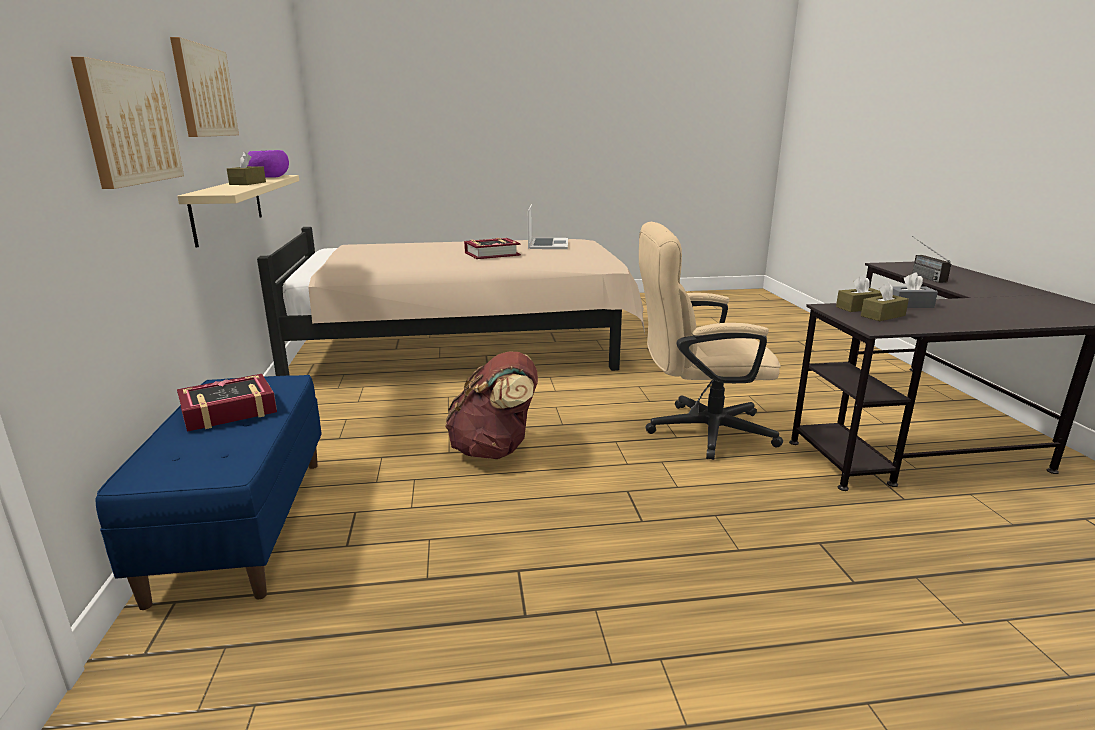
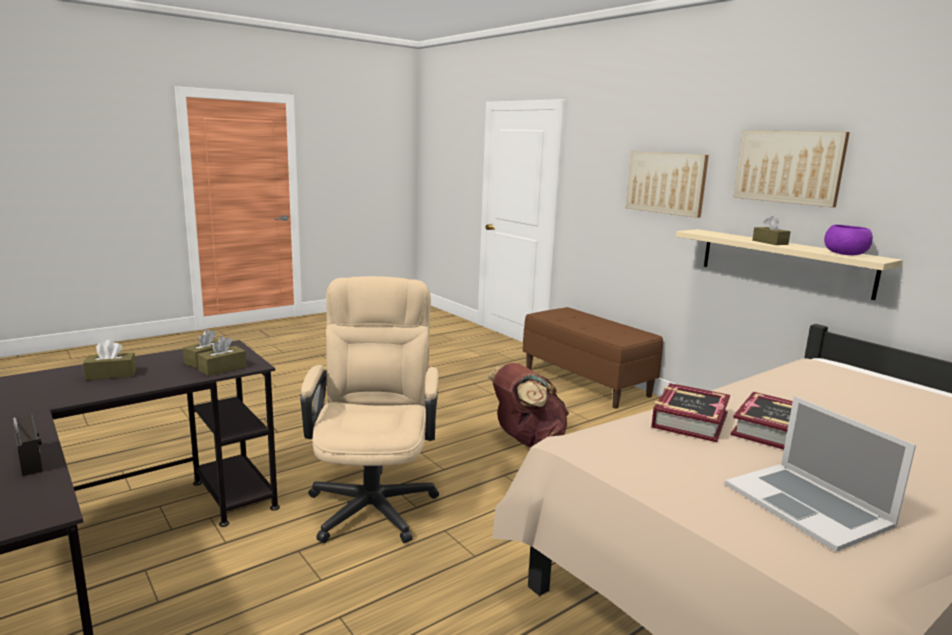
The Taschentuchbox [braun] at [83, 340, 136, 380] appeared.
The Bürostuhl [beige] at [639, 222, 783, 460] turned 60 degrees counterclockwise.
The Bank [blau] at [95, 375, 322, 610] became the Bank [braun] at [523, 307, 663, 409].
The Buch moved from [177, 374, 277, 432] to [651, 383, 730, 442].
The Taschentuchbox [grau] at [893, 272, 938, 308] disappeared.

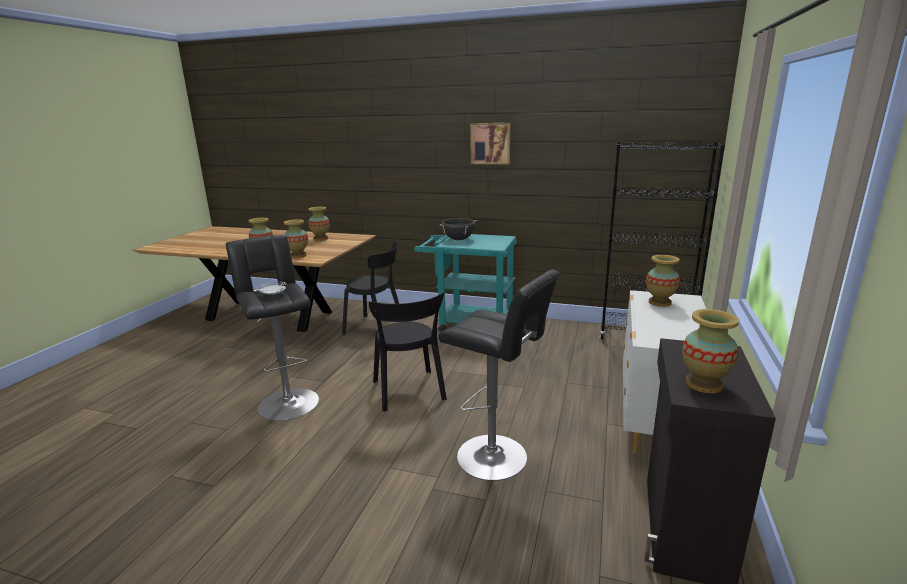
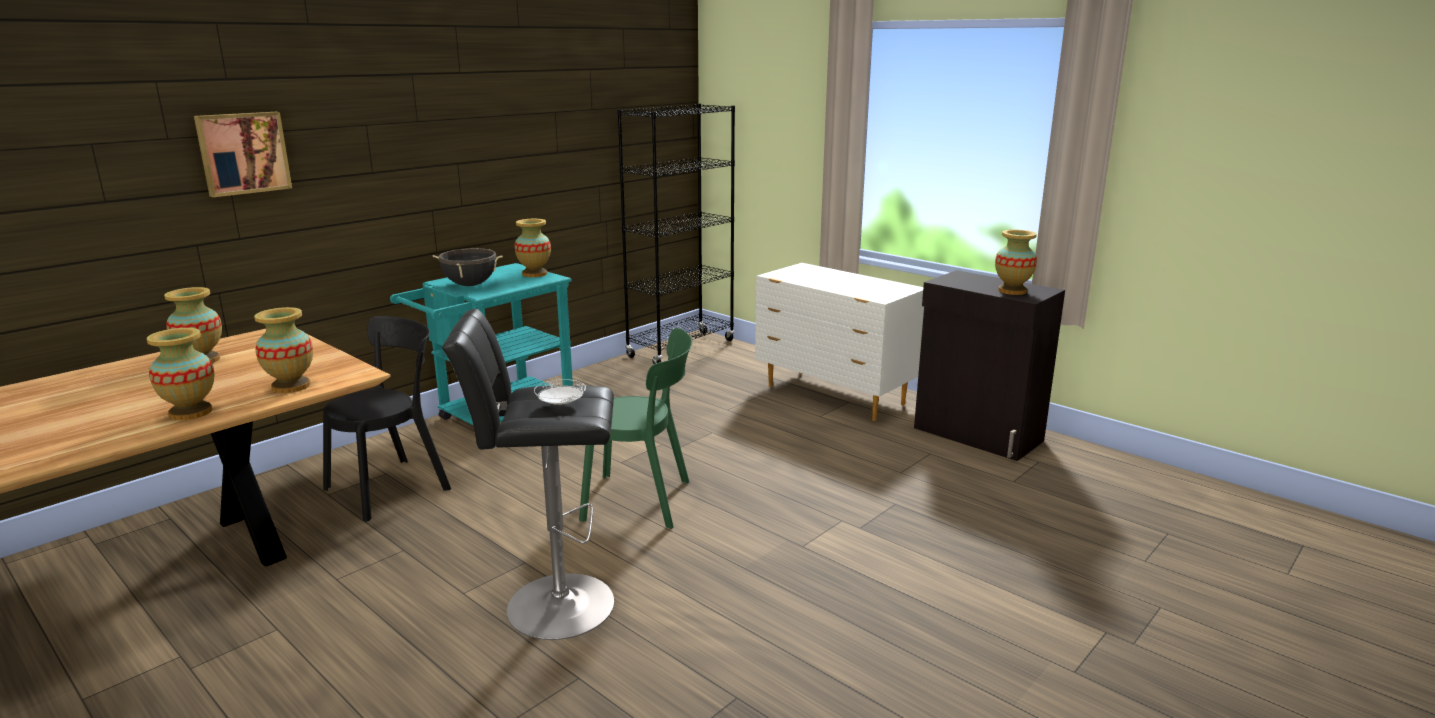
The Bild moved from [470, 123, 510, 164] to [194, 112, 292, 197].
The Vase moved from [646, 255, 680, 307] to [514, 219, 551, 277].
The Stuhl [schwarz] at [369, 292, 447, 412] became the Stuhl [grün] at [579, 328, 692, 529].
The Hocker [schwarz] at [438, 269, 561, 481] disappeared.

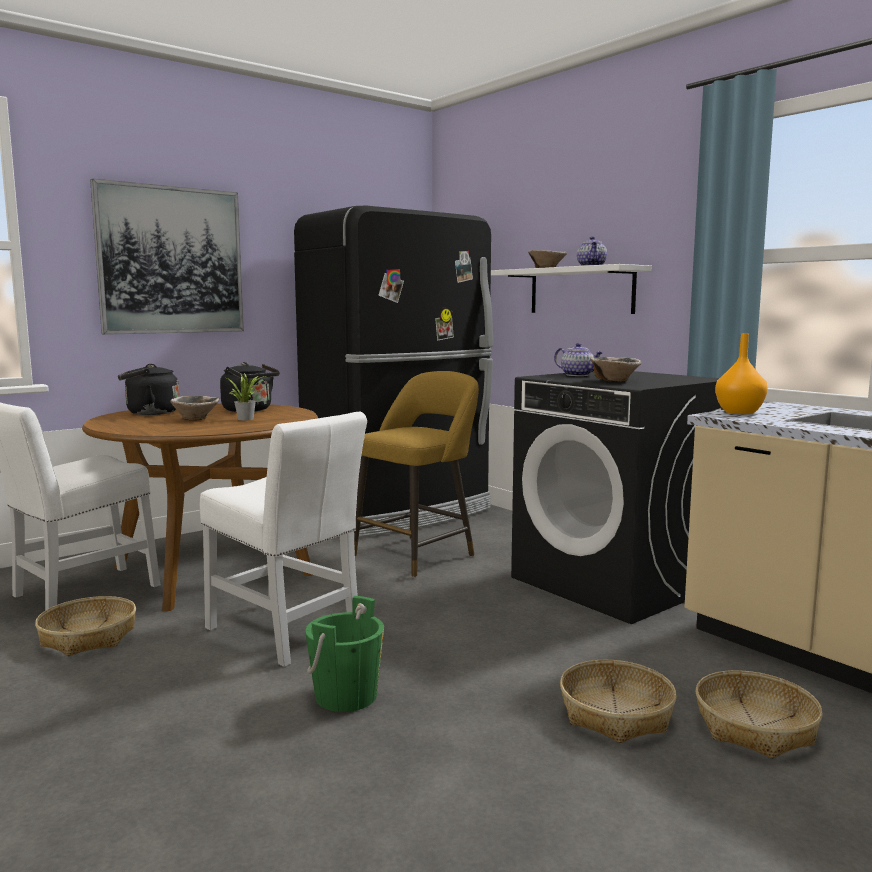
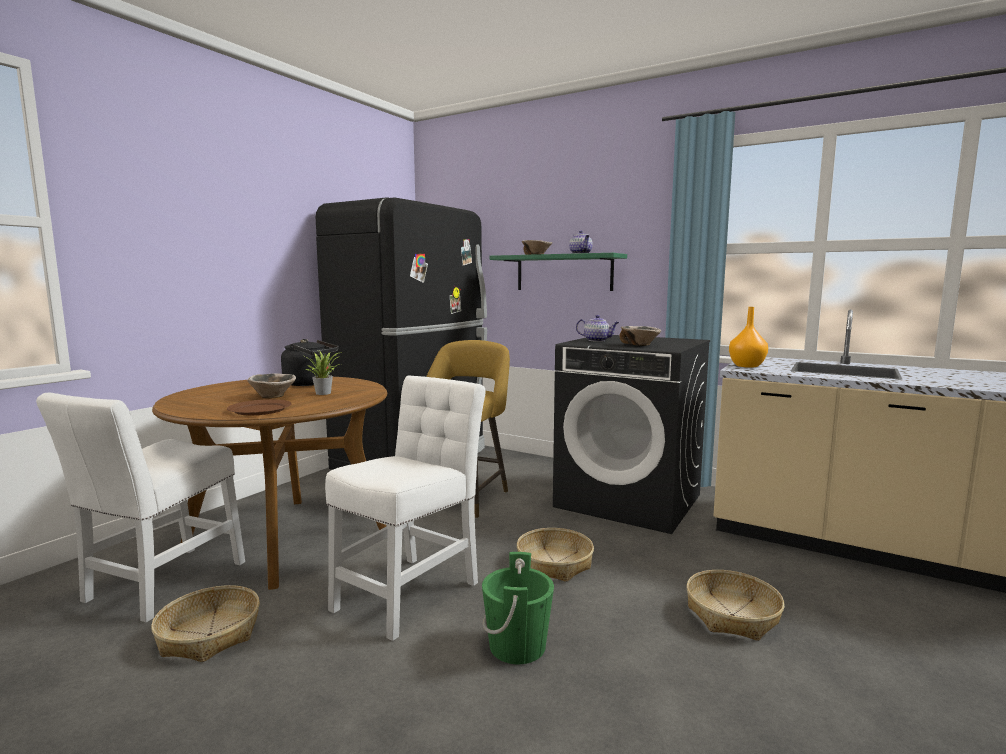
The Teller [braun] at [227, 399, 292, 415] appeared.
The Stuhl [weiß] at [199, 412, 367, 667] turned 75 degrees counterclockwise.
The Wandregal [weiß] at [491, 264, 652, 314] became the Wandregal [grün] at [490, 253, 627, 291].
The Korb moved from [696, 670, 823, 759] to [517, 528, 594, 582].
The Bild at [90, 179, 244, 335] disappeared.
The Wasserkessel [schwarz] at [118, 364, 179, 415] disappeared.

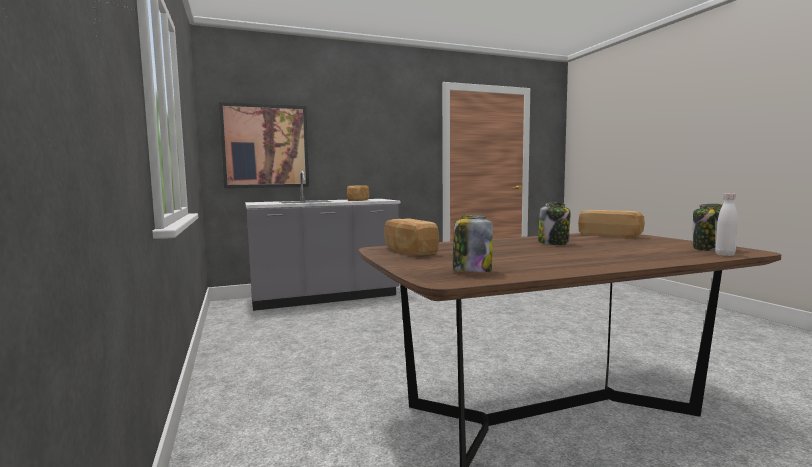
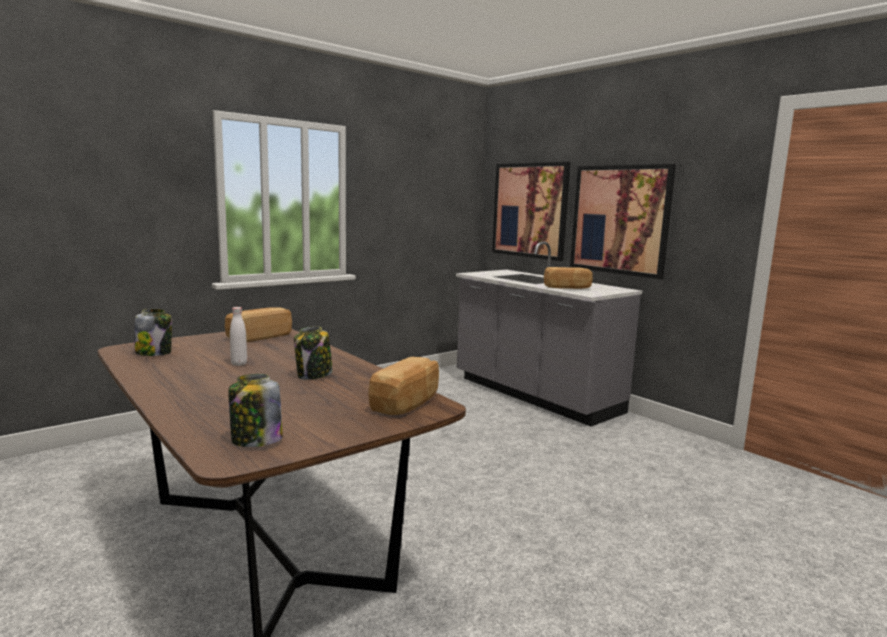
The Flasche [weiß] moved from [715, 193, 738, 256] to [230, 307, 247, 366].
The Bild at [570, 164, 676, 279] appeared.

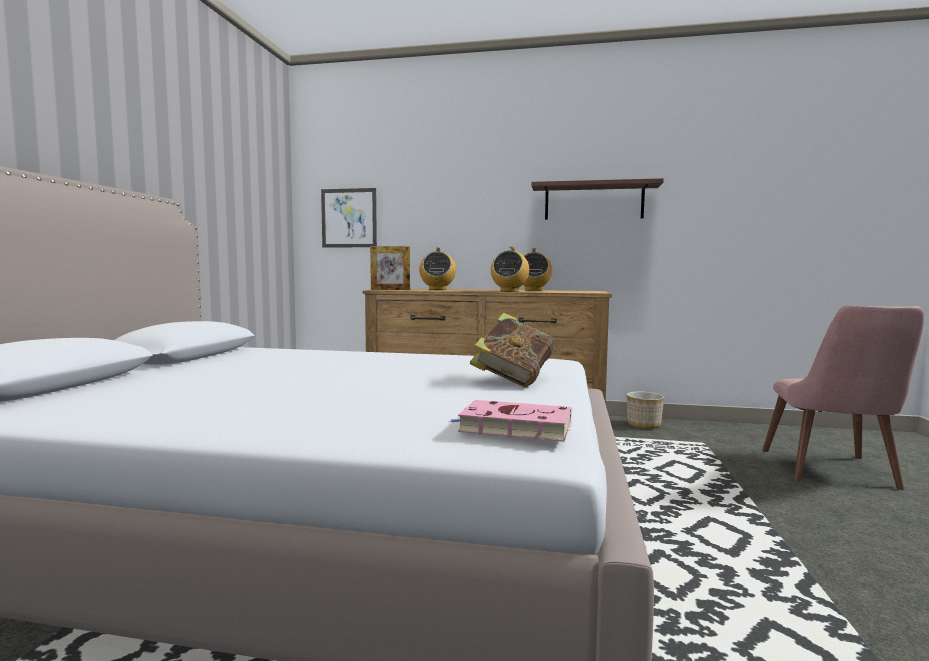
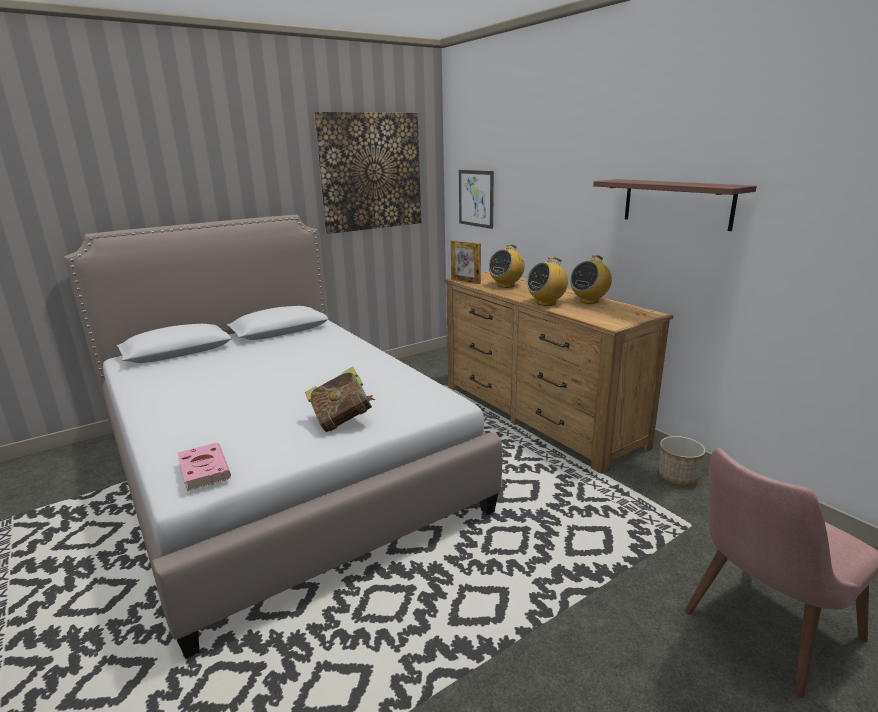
The Bild at [314, 112, 421, 234] appeared.

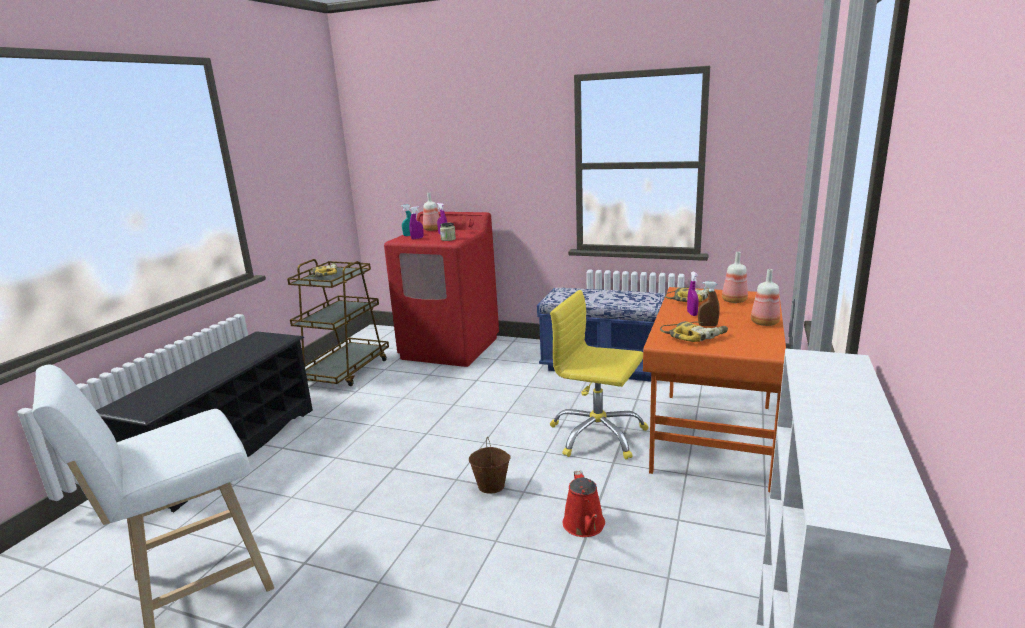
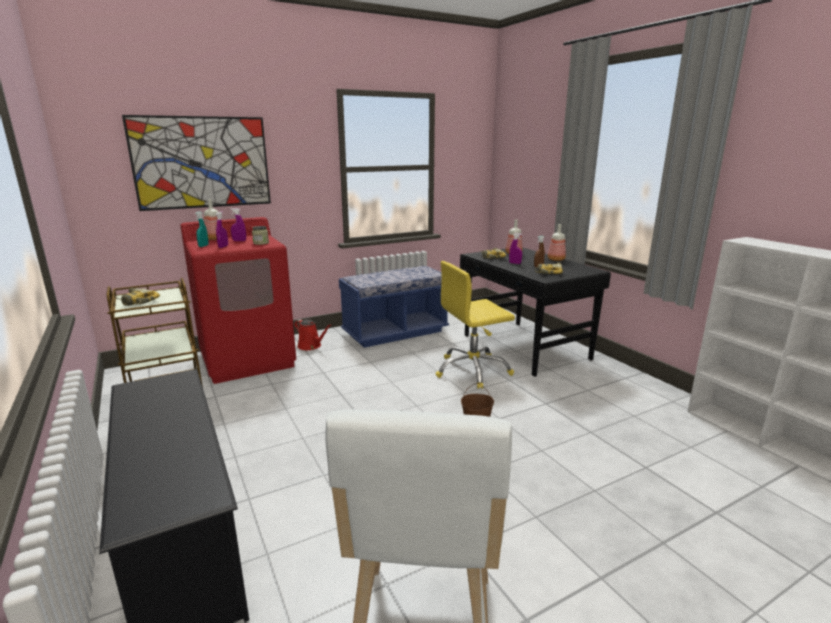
The Bild at [122, 115, 271, 211] appeared.
The Gießkanne [rot] moved from [563, 470, 605, 537] to [294, 319, 331, 350].
The Schreibtisch [orange] at [643, 287, 786, 492] became the Schreibtisch [schwarz] at [460, 247, 611, 377].

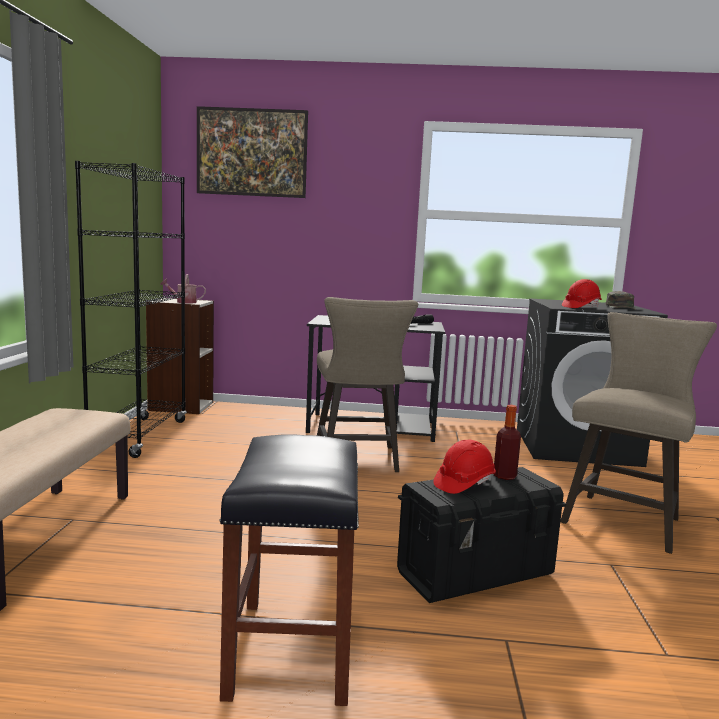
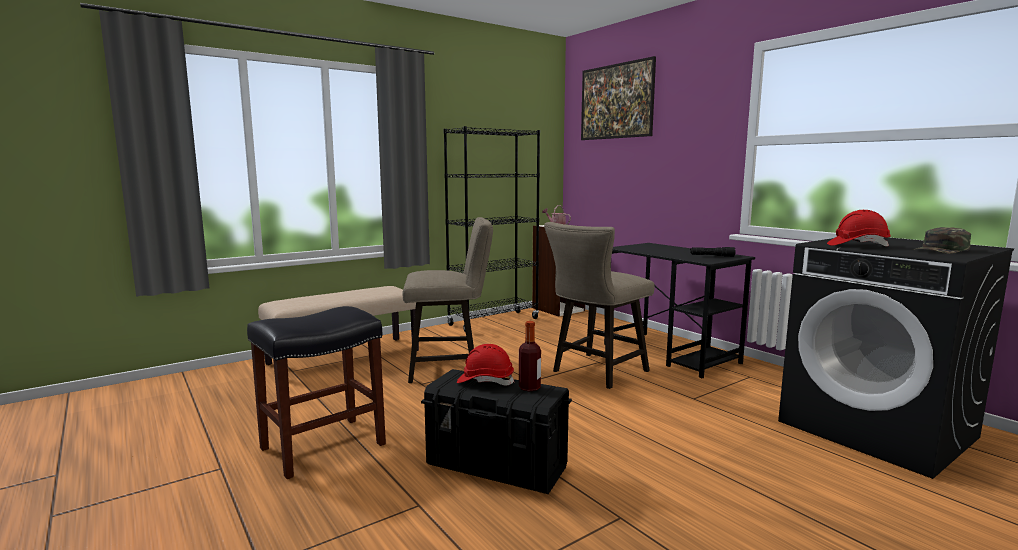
The Hocker [beige] moved from [560, 312, 717, 554] to [403, 217, 493, 383].

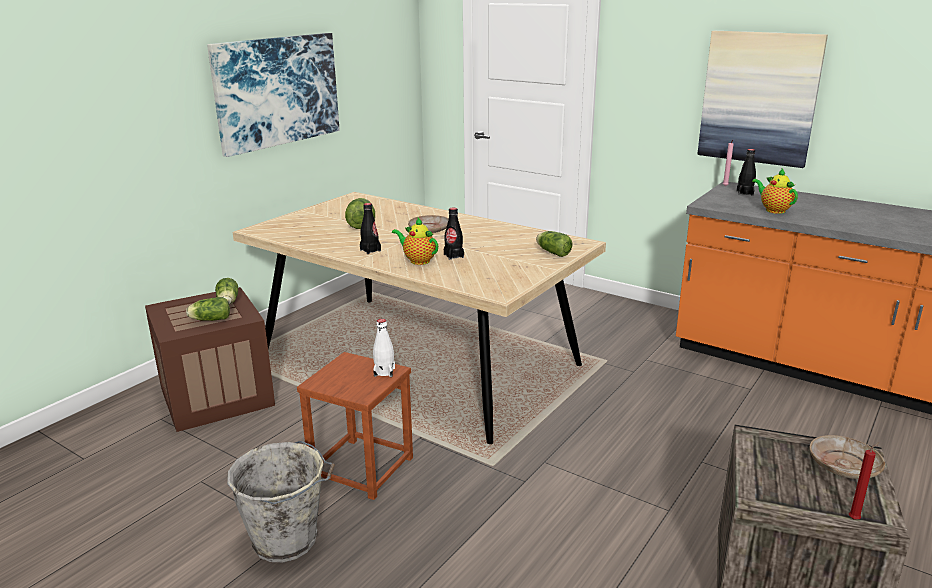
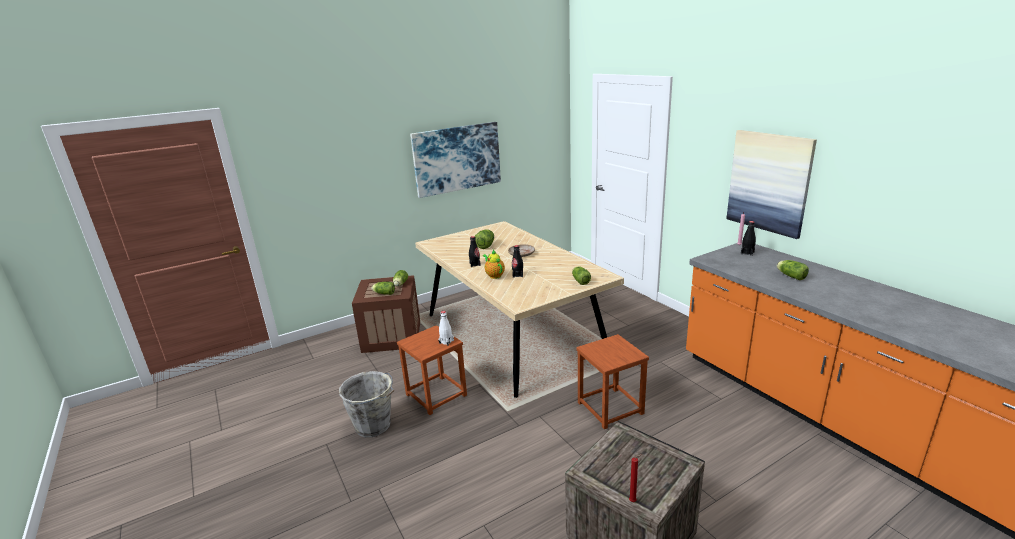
The Hocker [braun] at [576, 334, 649, 429] appeared.
The Salatkopf at [777, 260, 809, 280] appeared.
The Teekanne at [752, 169, 798, 214] disappeared.
The Teller [beige] at [809, 435, 885, 479] disappeared.

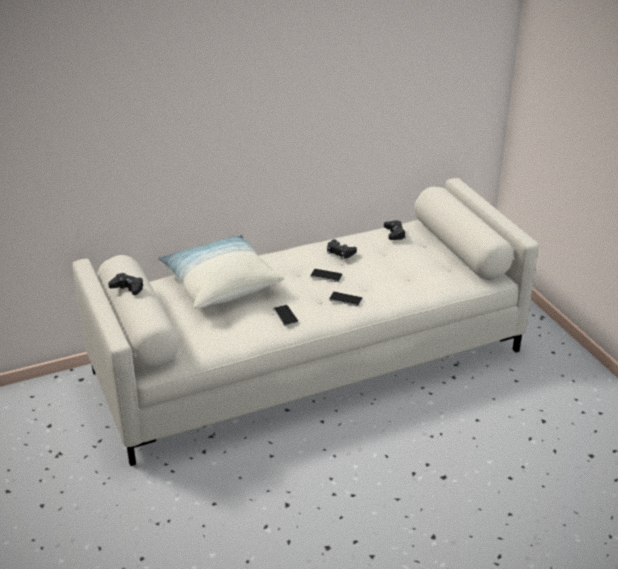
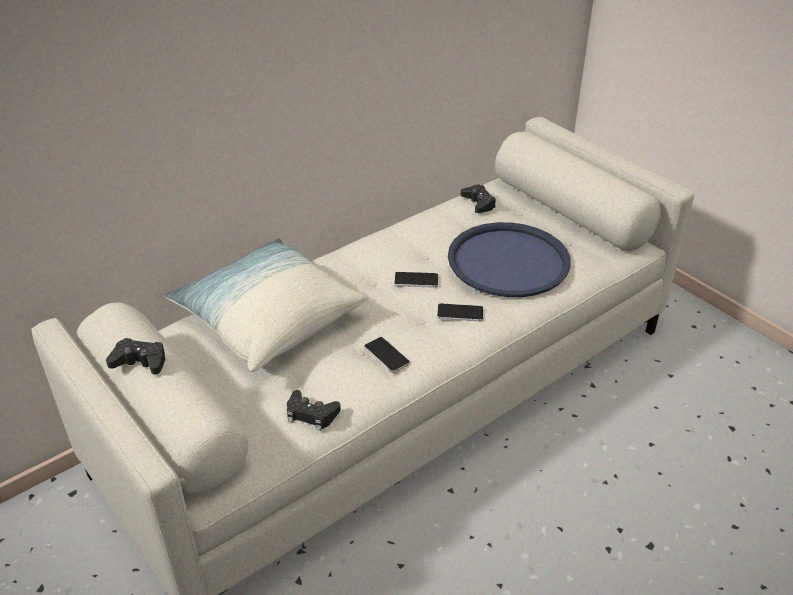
The Gamepad [schwarz] moved from [327, 239, 357, 260] to [287, 390, 341, 431].
The Tablett [blau] at [448, 222, 571, 297] appeared.

